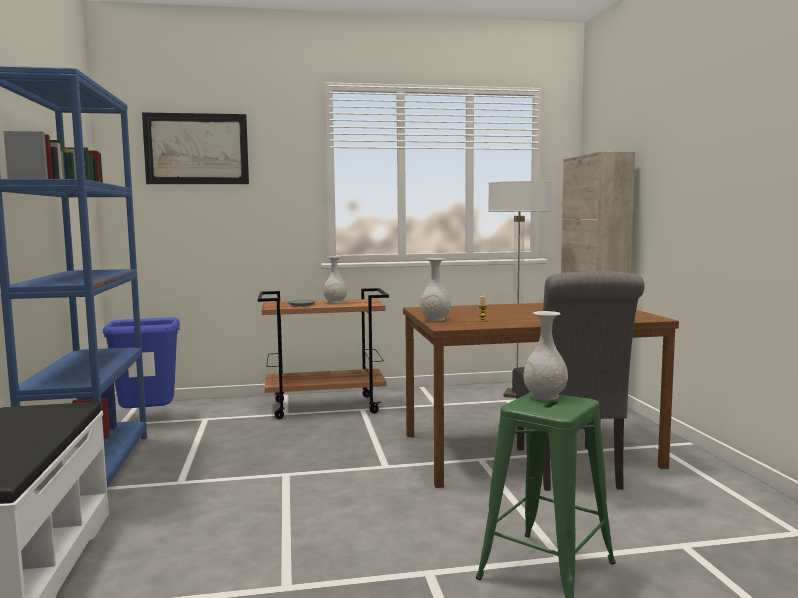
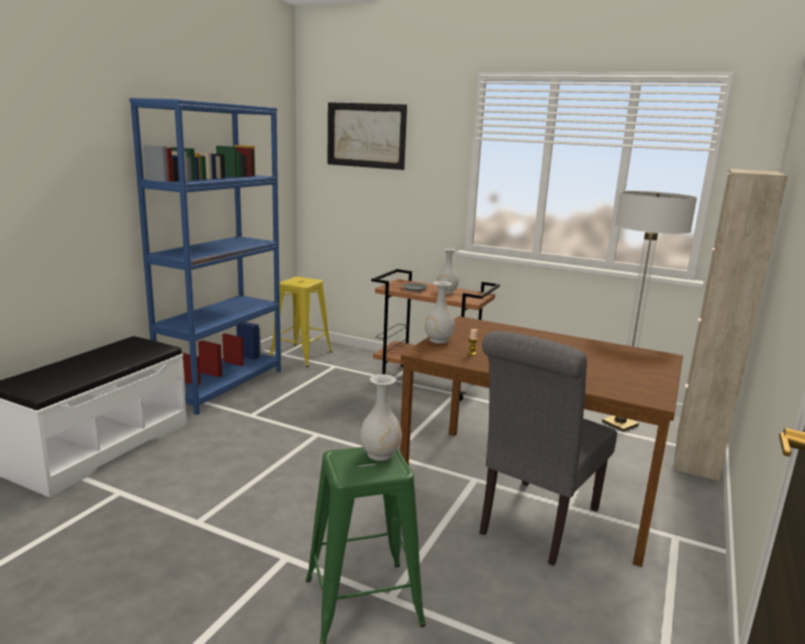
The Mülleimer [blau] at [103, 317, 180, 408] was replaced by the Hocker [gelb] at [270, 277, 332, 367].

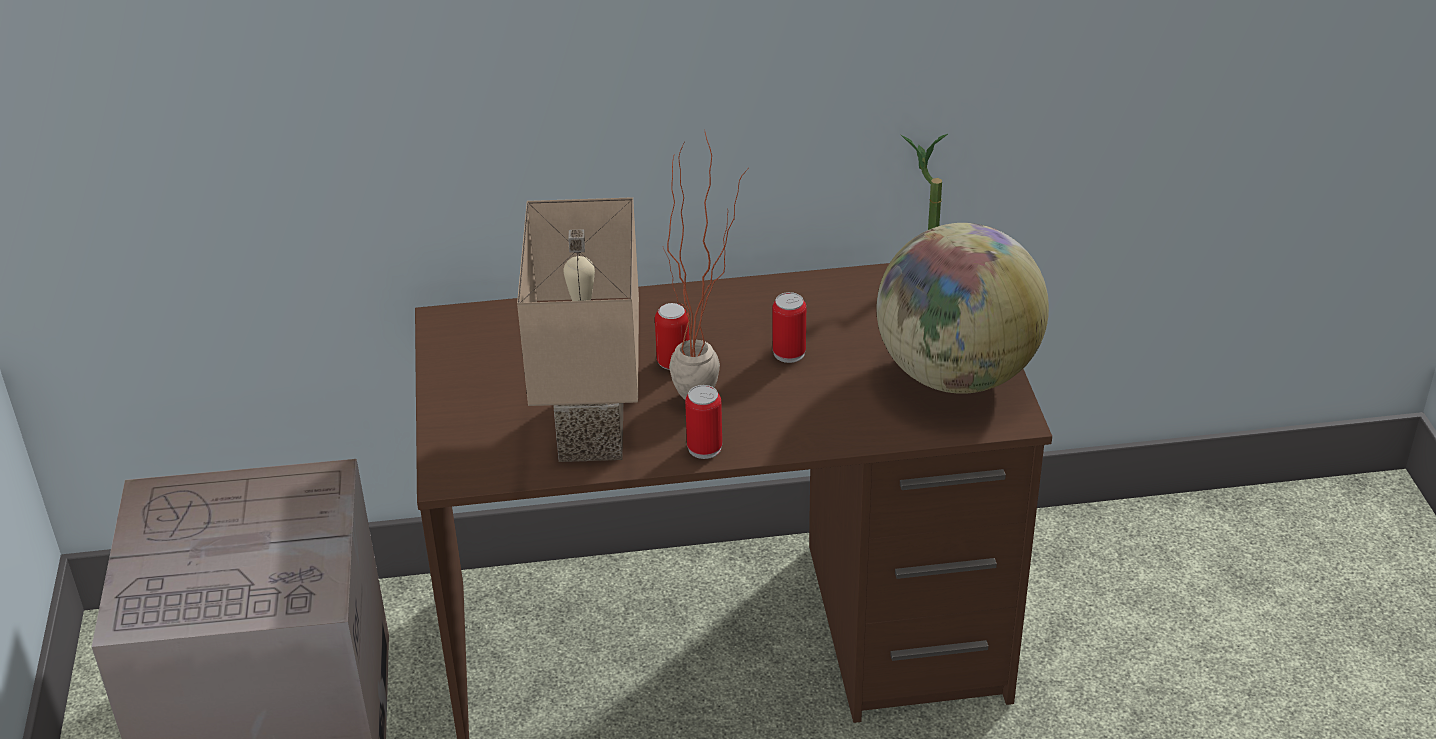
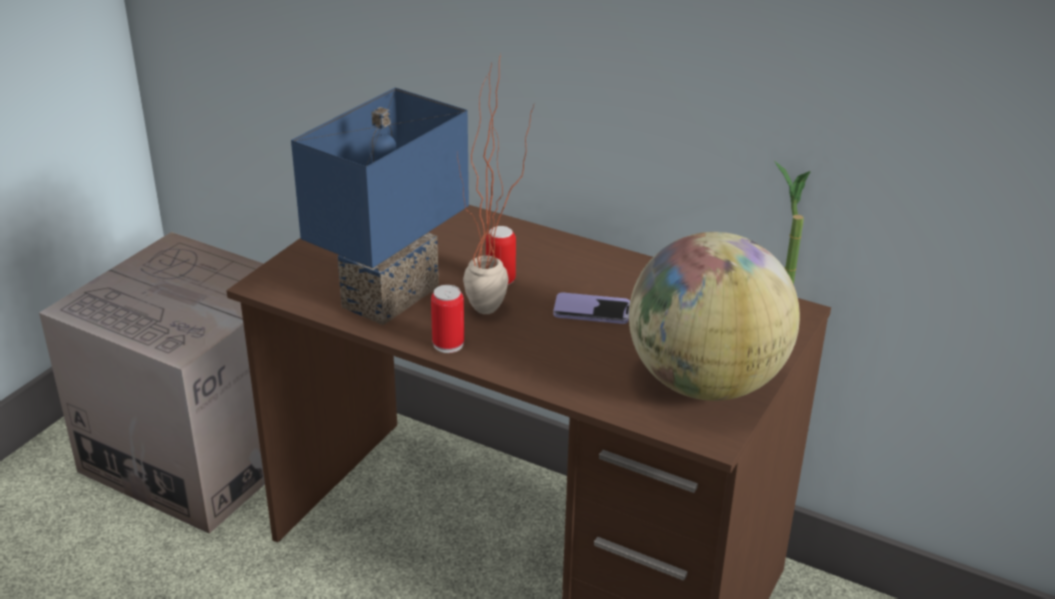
The Tischlampe [beige] at [517, 197, 639, 462] became the Tischlampe [blau] at [291, 88, 469, 325].
The Dose at [773, 292, 806, 363] was replaced by the Handy at [553, 292, 630, 324].

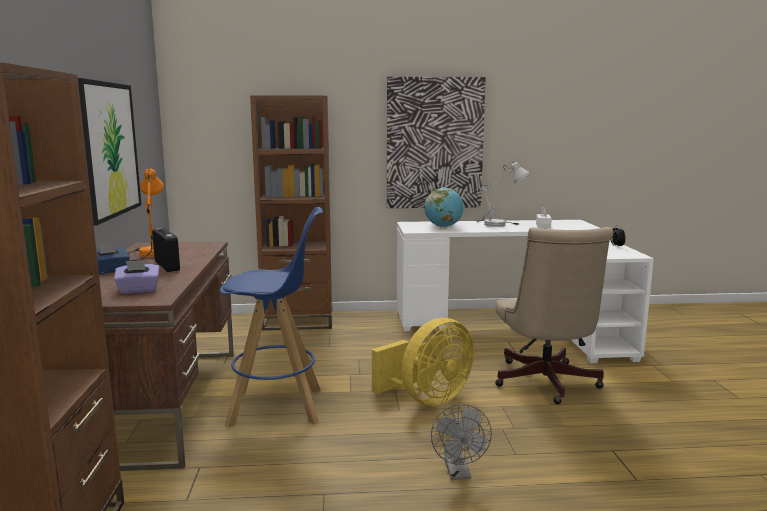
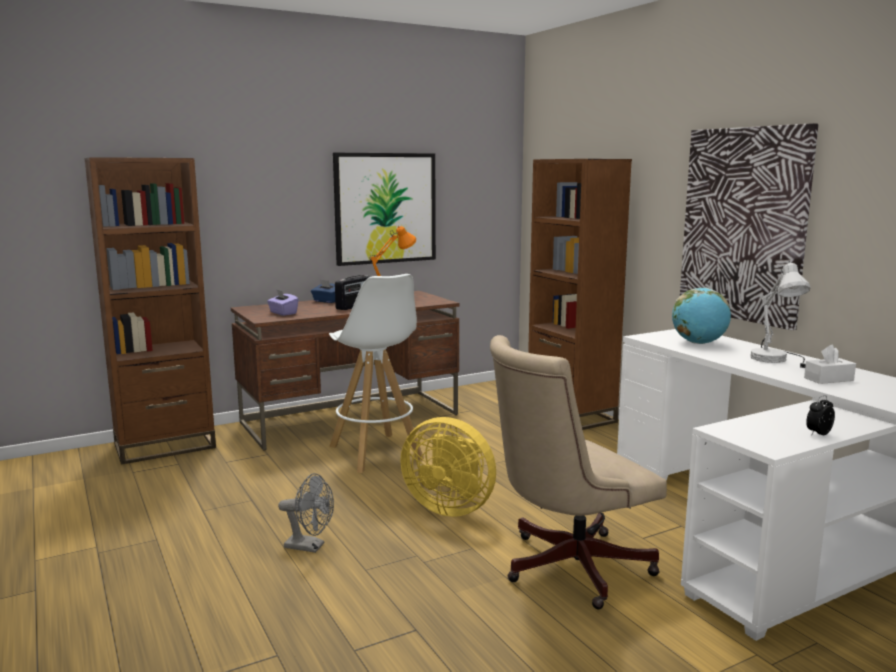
The Ventilator [grau] at [431, 404, 492, 480] turned 135 degrees counterclockwise.
The Hocker [blau] at [220, 207, 323, 427] became the Hocker [weiß] at [329, 274, 424, 473].

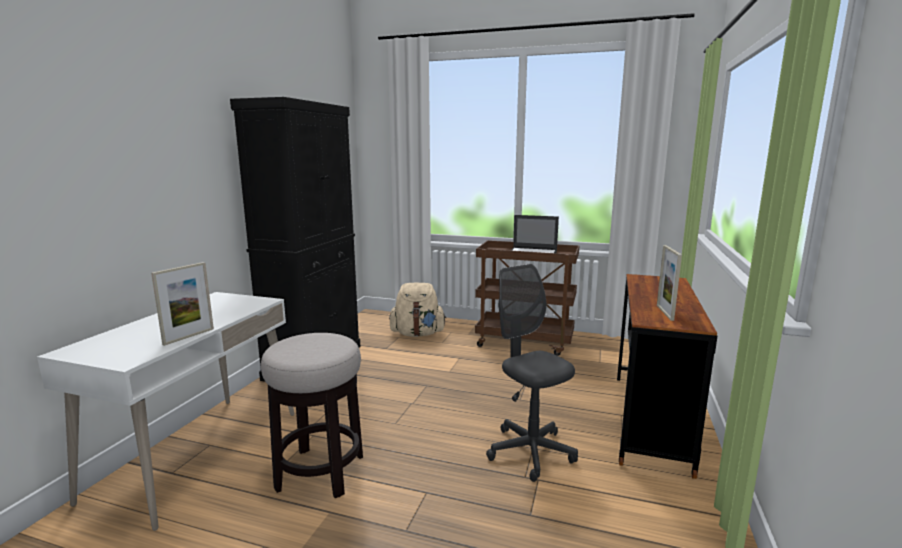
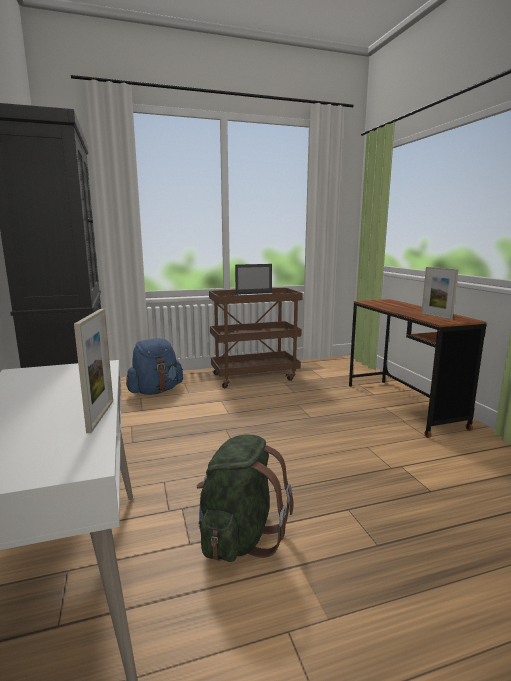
The Rucksack [beige] at [389, 283, 447, 337] became the Rucksack [blau] at [126, 338, 183, 395].
The Hocker at [261, 333, 363, 498] was replaced by the Rucksack [grün] at [197, 435, 294, 562].
The Bürostuhl [grau] at [486, 264, 578, 482] disappeared.

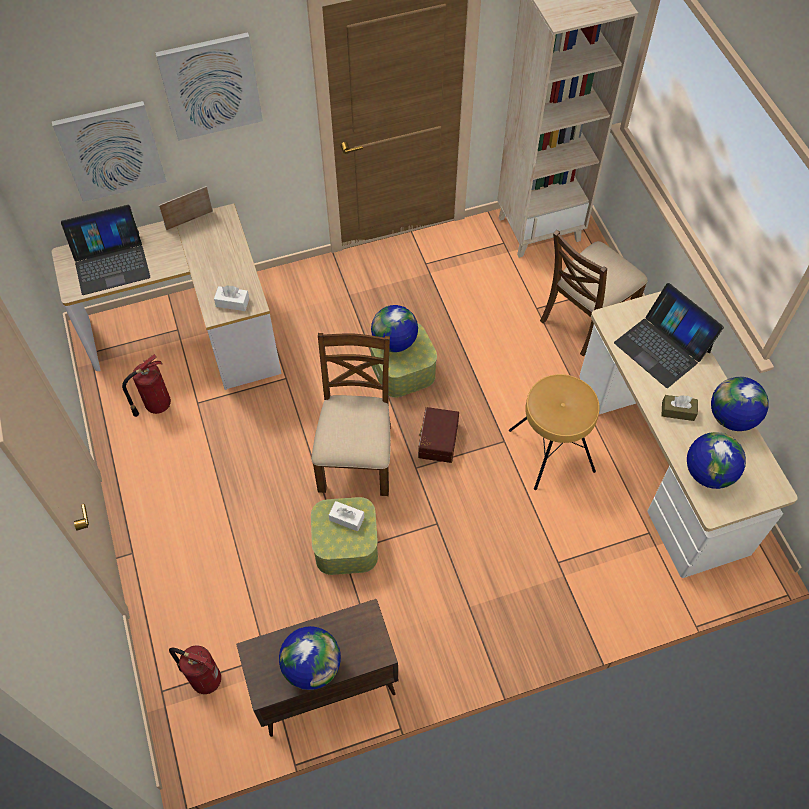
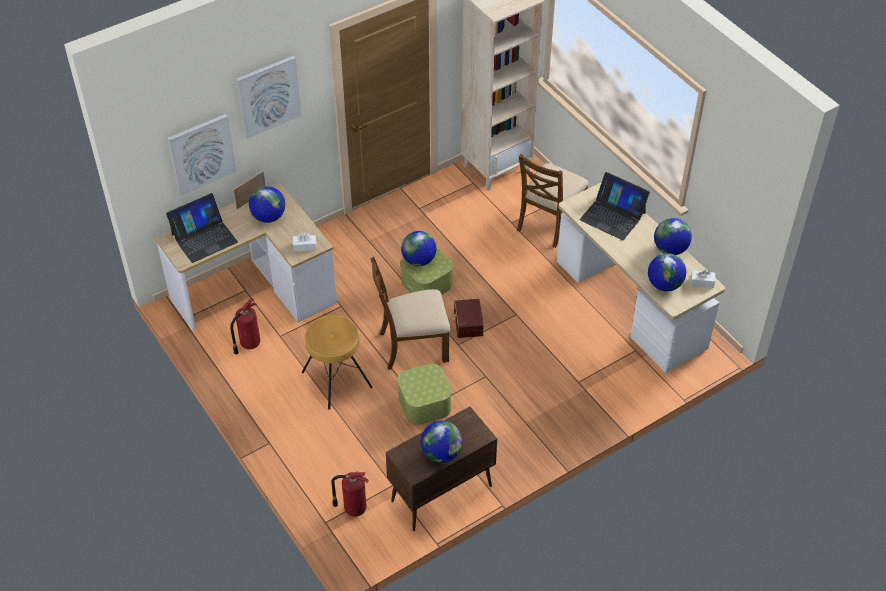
The Globus at [249, 186, 285, 223] appeared.
The Hocker [braun] moved from [509, 374, 600, 490] to [302, 315, 373, 410].
The Stuhl [braun] at [312, 333, 391, 496] turned 90 degrees counterclockwise.
The Taschentuchbox [weiß] moved from [329, 501, 365, 531] to [691, 270, 715, 288].
The Taschentuchbox [braun] at [662, 395, 698, 421] disappeared.

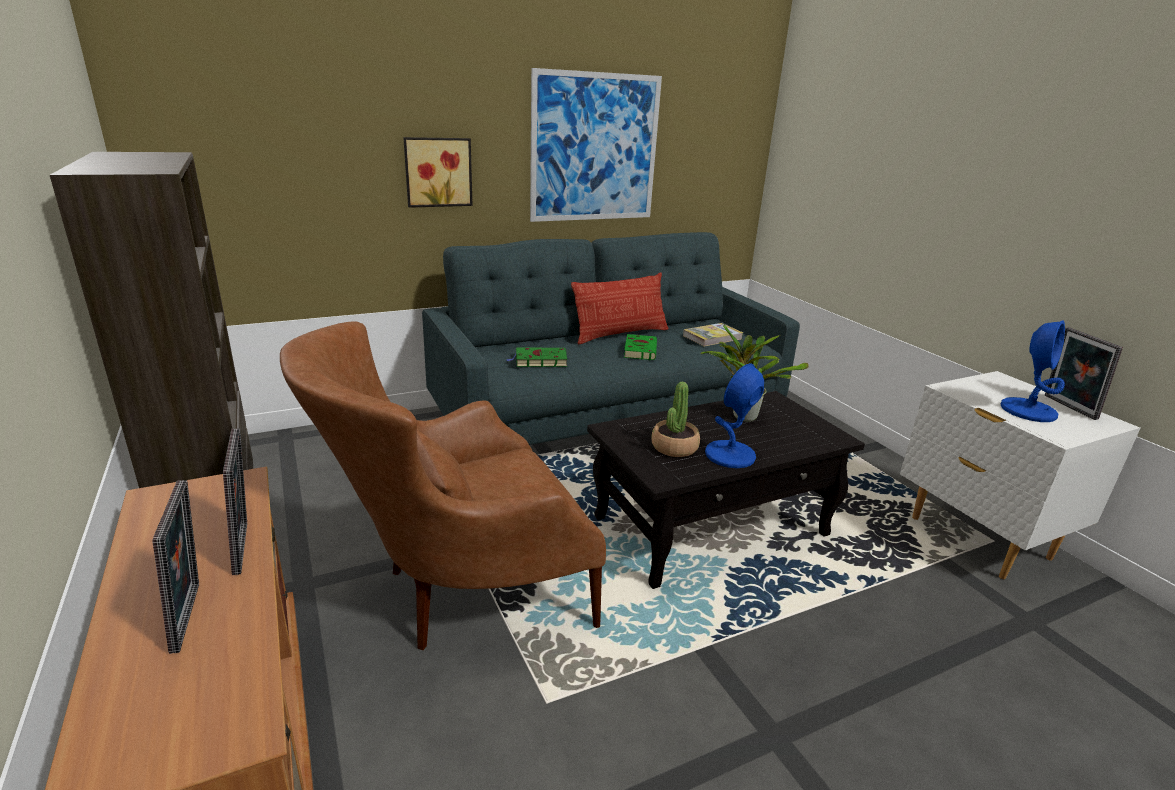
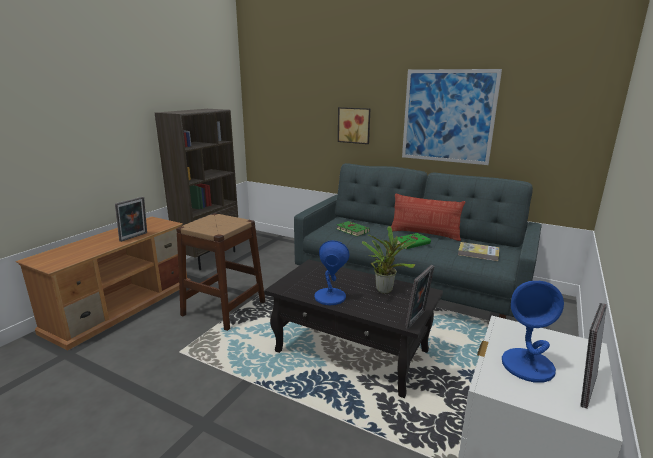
The Sessel [braun] at [280, 321, 606, 650] was replaced by the Hocker [braun] at [176, 213, 265, 331].
The Bilderrahmen moved from [152, 480, 199, 654] to [405, 265, 435, 329].
The Topfpflanze at [651, 382, 700, 457] disappeared.

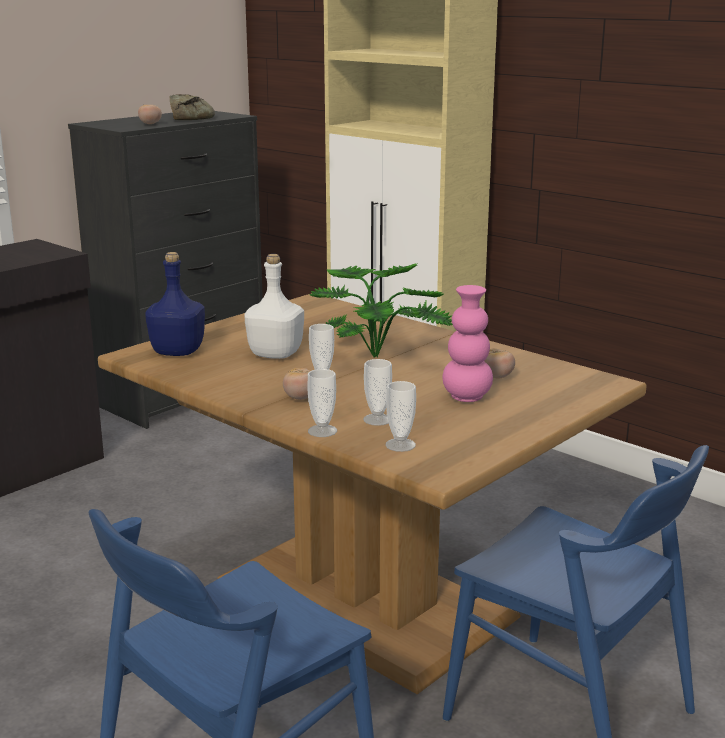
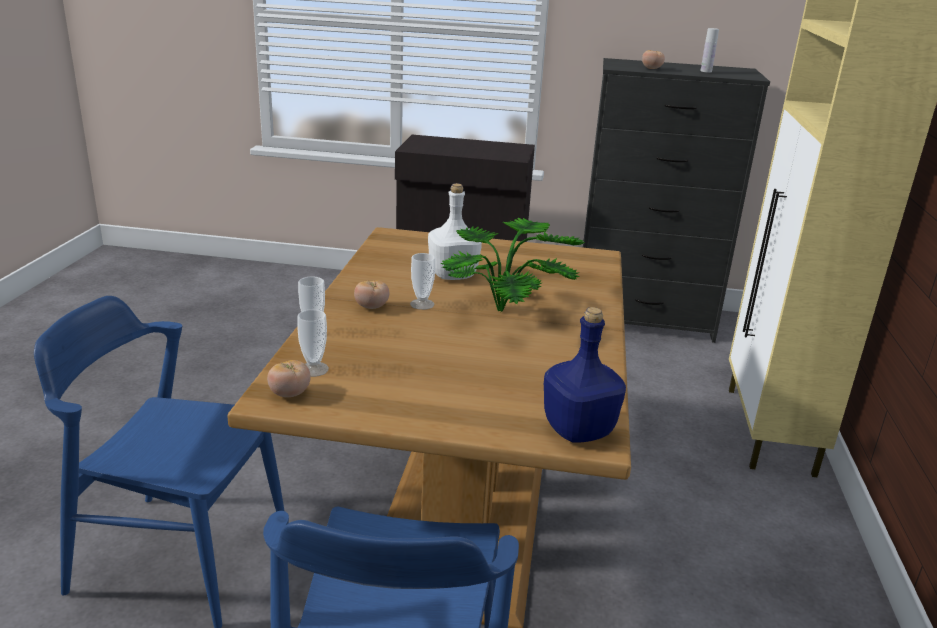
The Tomate moved from [484, 348, 515, 378] to [267, 360, 311, 397].
The Flasche [blau] moved from [145, 252, 205, 356] to [544, 307, 626, 442].
The Brot at [169, 94, 215, 120] was replaced by the Flasche [weiß] at [701, 28, 719, 72].
The Tasse at [363, 359, 392, 426] disappeared.
The Vase [rosa] at [443, 285, 493, 402] disappeared.

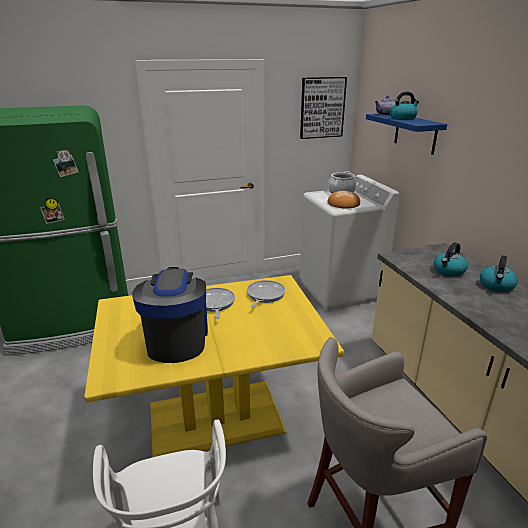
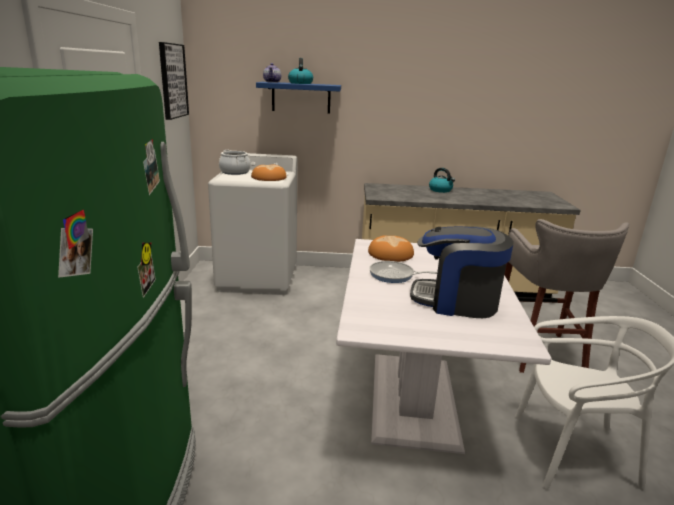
The Esstisch [gelb] at [84, 275, 344, 457] became the Esstisch [weiß] at [336, 239, 551, 454].
The Pfanne at [247, 280, 285, 308] was replaced by the Brot at [368, 235, 414, 262].
The Wasserkessel at [433, 242, 468, 277] disappeared.

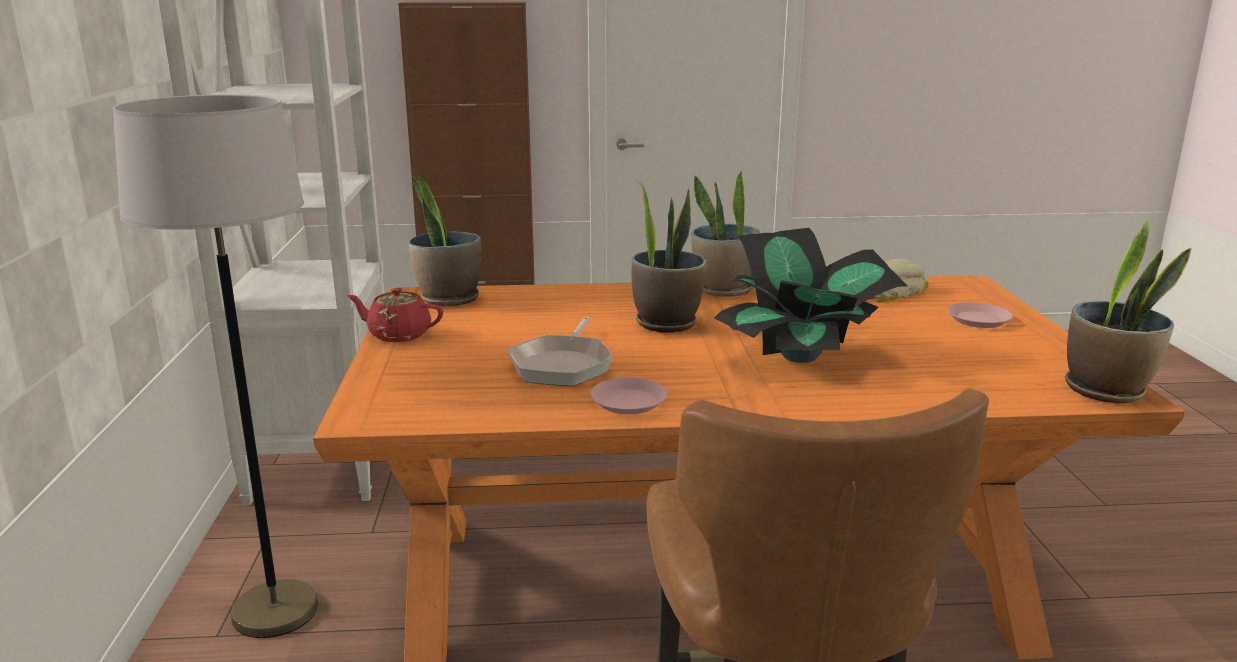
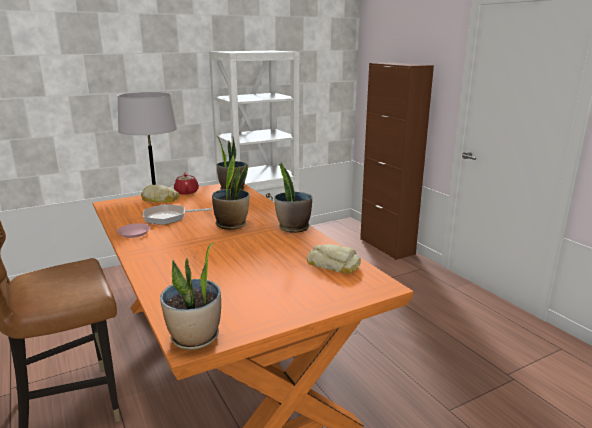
The Brot at [141, 185, 180, 202] appeared.
The Topfpflanze at [714, 228, 907, 363] disappeared.
The Teller [rosa] at [947, 302, 1013, 328] disappeared.

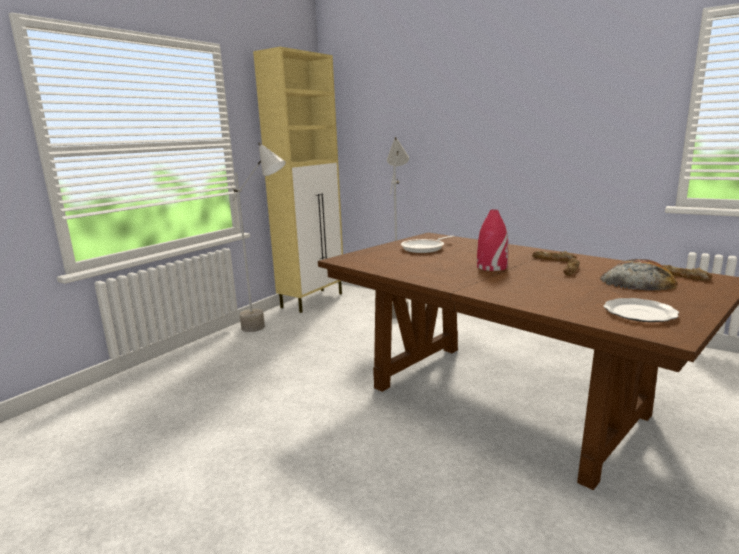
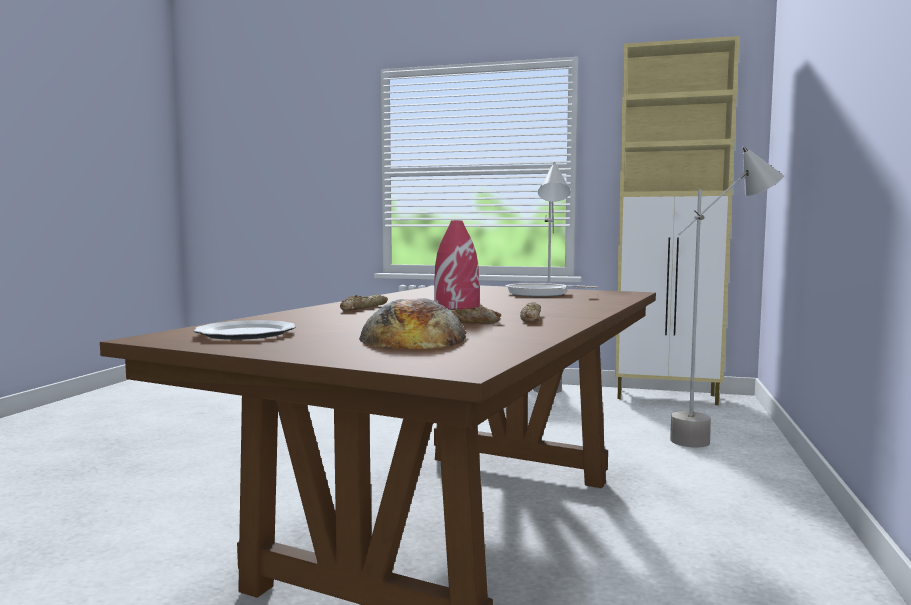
The Brot moved from [663, 265, 712, 281] to [340, 294, 388, 311].

